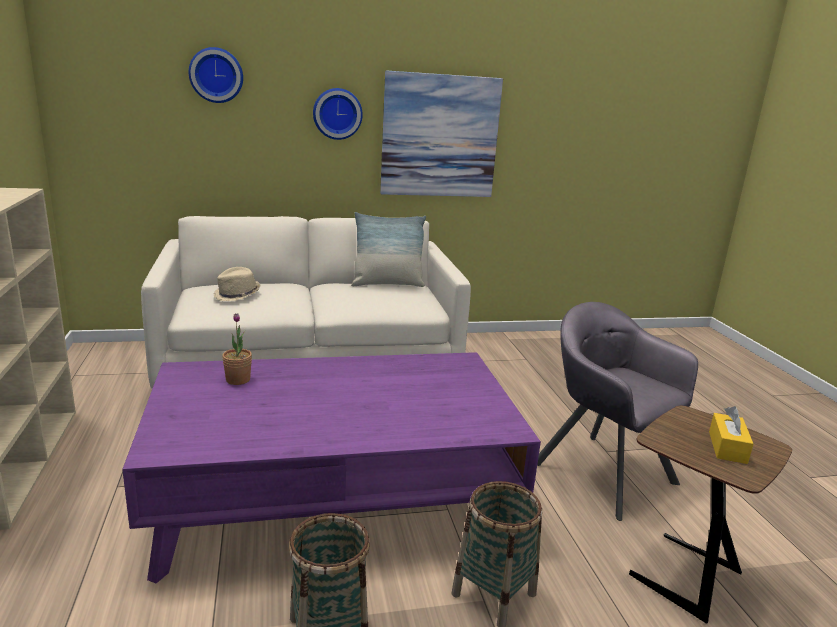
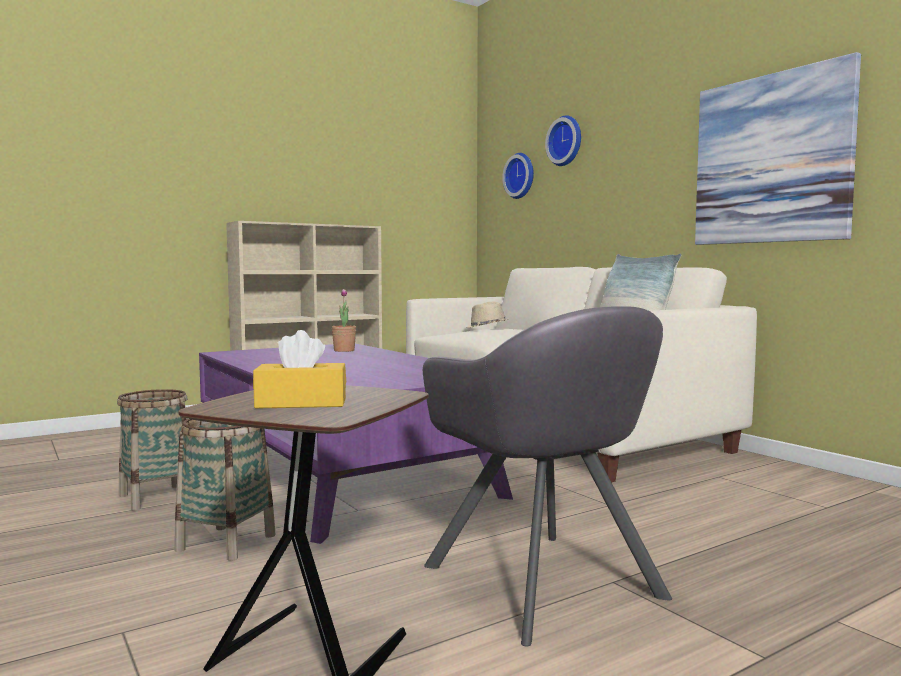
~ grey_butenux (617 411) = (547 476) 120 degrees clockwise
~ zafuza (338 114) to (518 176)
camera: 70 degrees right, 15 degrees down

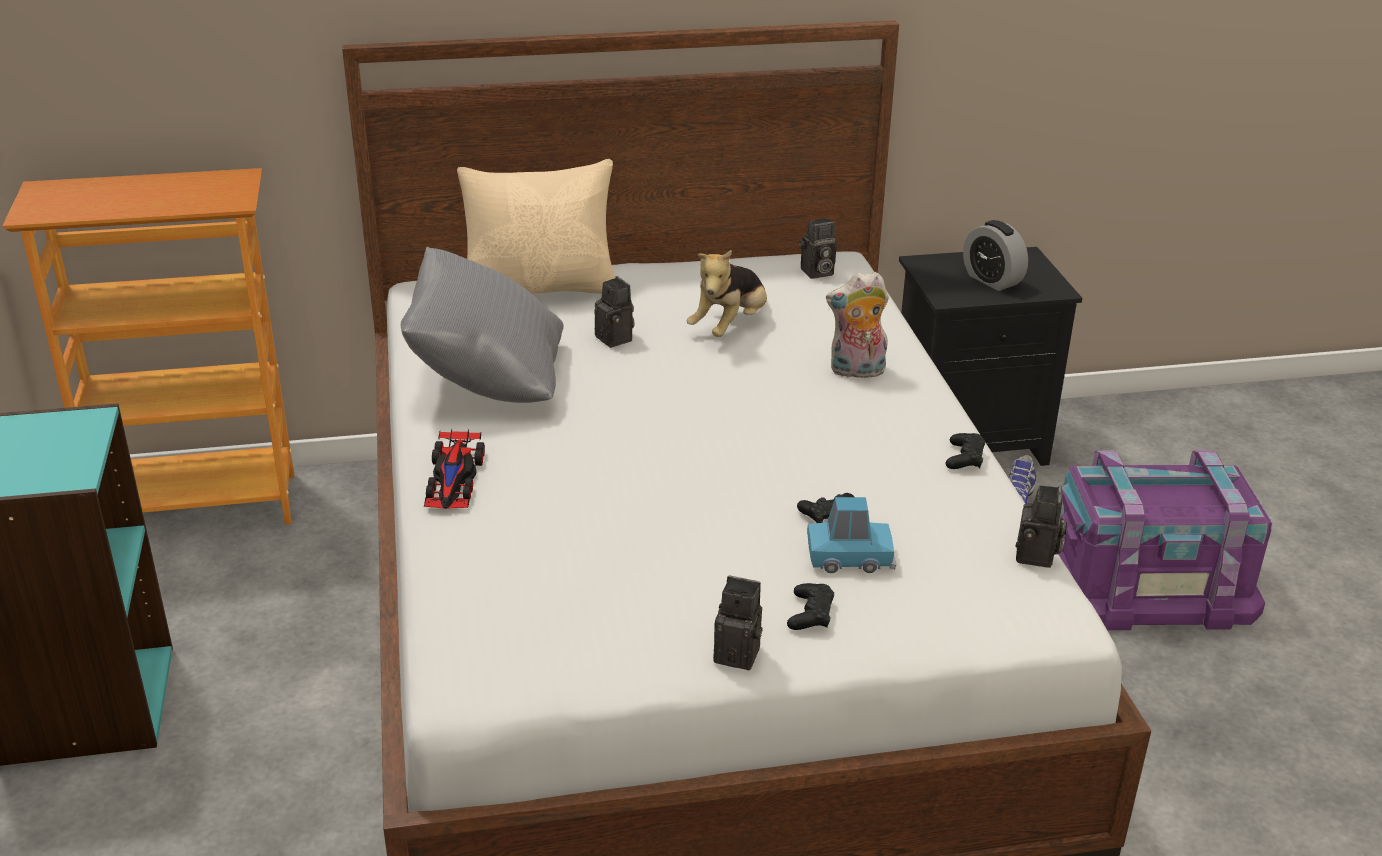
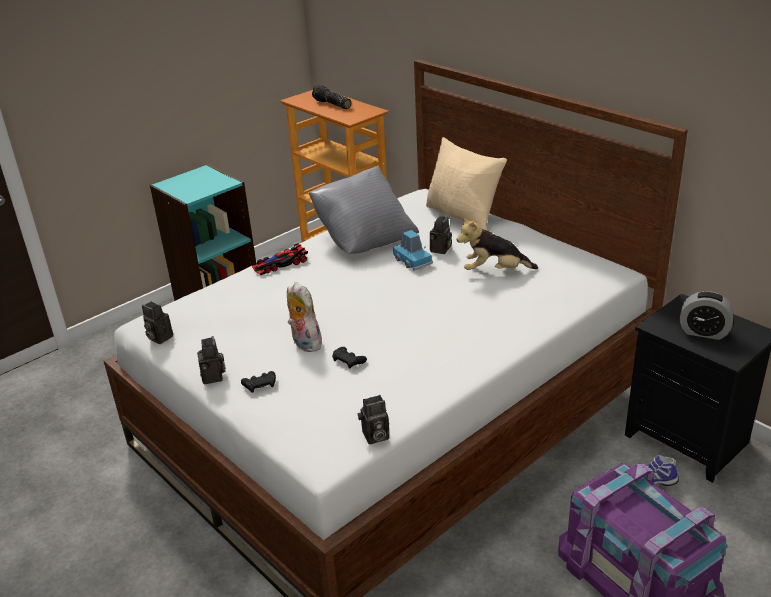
~ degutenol (818 248) to (157 322)
~ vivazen (857 326) to (306 317)
+ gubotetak (331 97)
~ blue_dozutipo (852 535) to (413 250)
~ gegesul (995 255) = (707 315) 90 degrees counterclockwise
- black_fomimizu (965 451)
camera: 60 degrees right, 0 degrees up

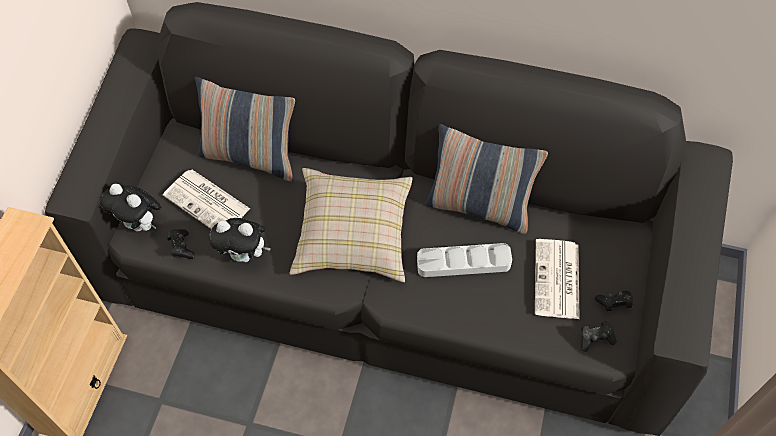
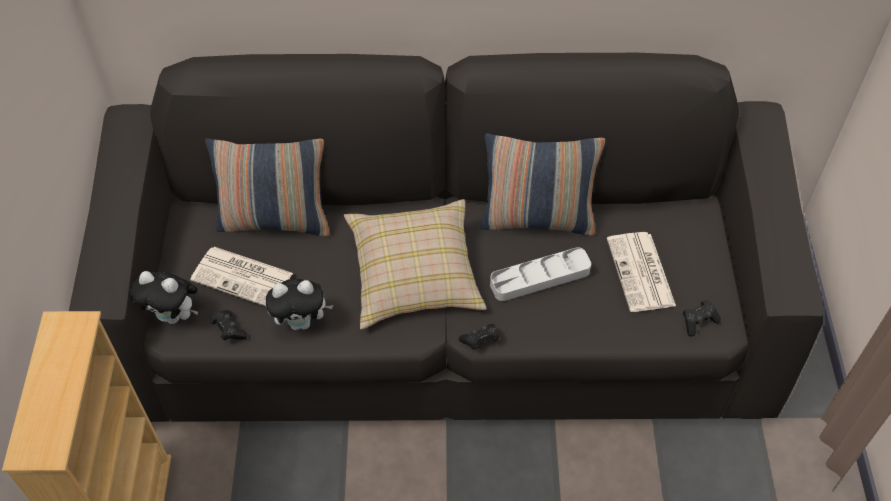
~ black_fomimizu (614 301) to (479 337)
camera: 15 degrees left, 5 degrees down

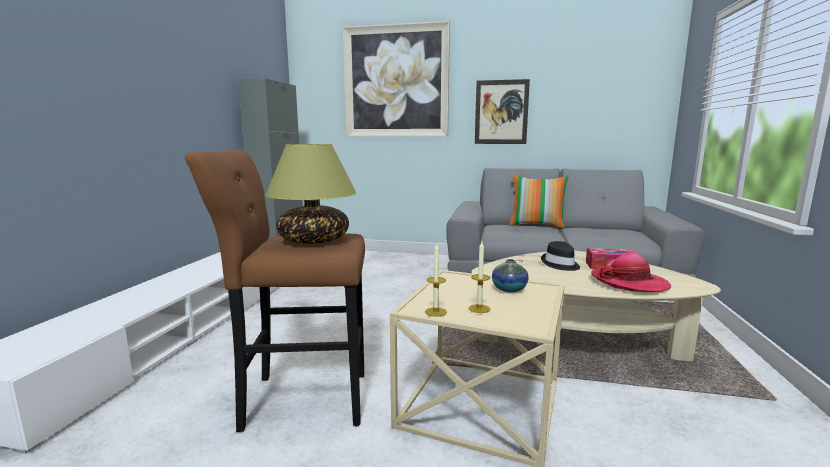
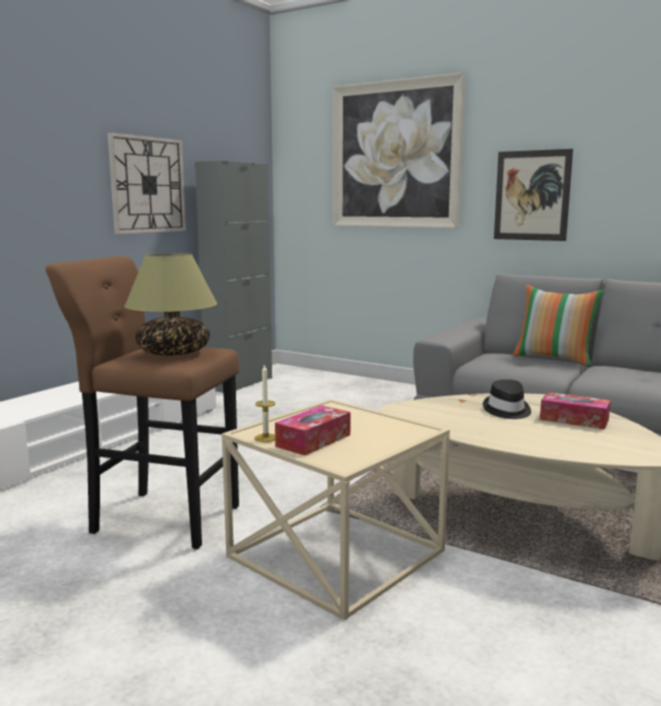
+ zafuza (146 183)
~ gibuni (479 277) to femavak (313 430)
- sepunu (510 276)
- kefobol (631 273)
camera: 20 degrees right, 0 degrees up

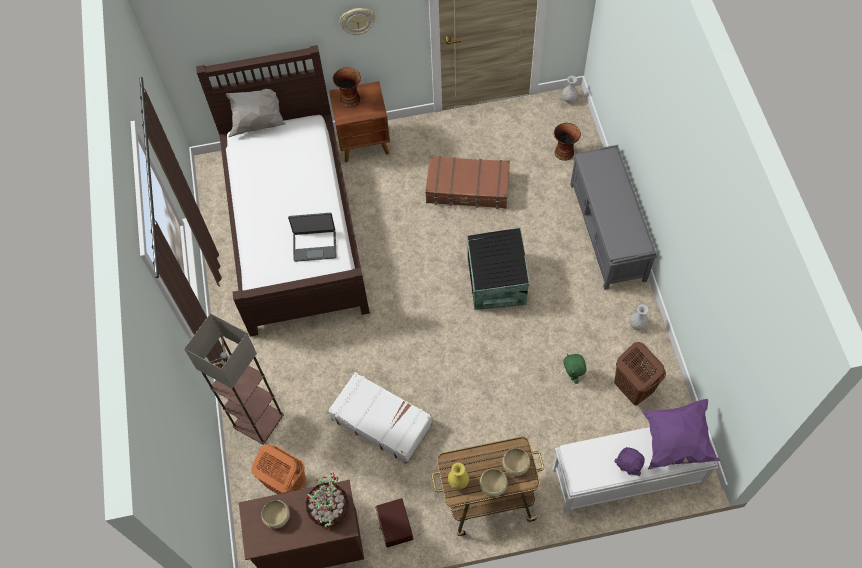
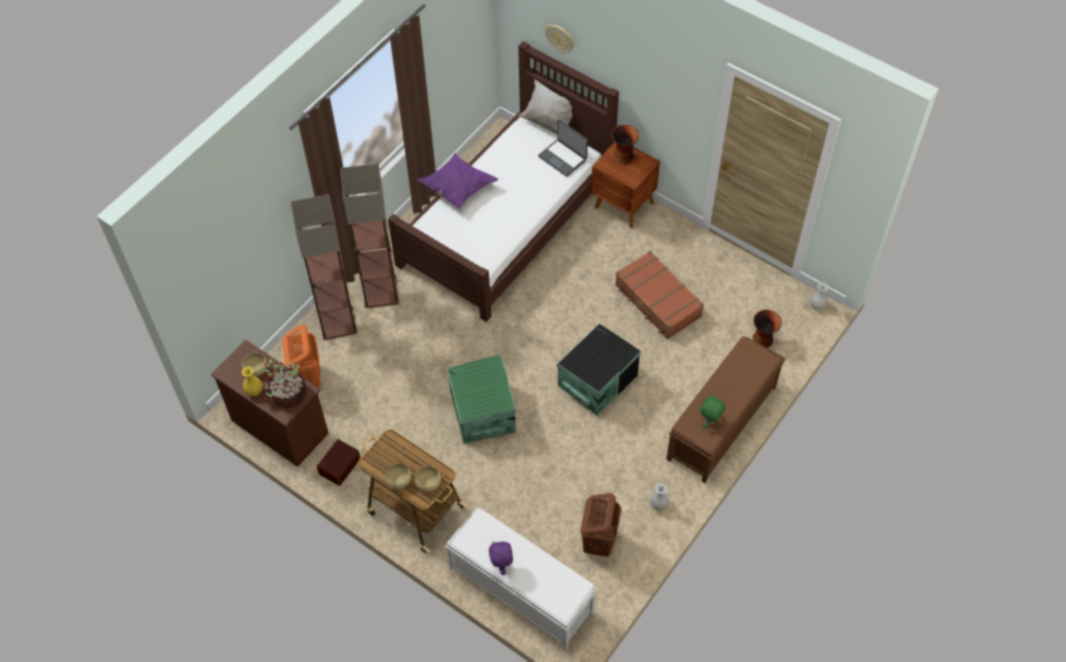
~ yellow_sepunu (458 476) to (252 381)
+ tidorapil (369 236)
~ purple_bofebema (680 434) to (458 181)
+ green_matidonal (481 399)
~ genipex (312 237) to (563 148)
~ zafuza (357 21) to (559 39)
~ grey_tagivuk (613 217) to brown_tagivuk (725 410)
~ green_vivazen (575 369) to (712 411)
- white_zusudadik (380 418)
camera: 45 degrees right, 5 degrees down

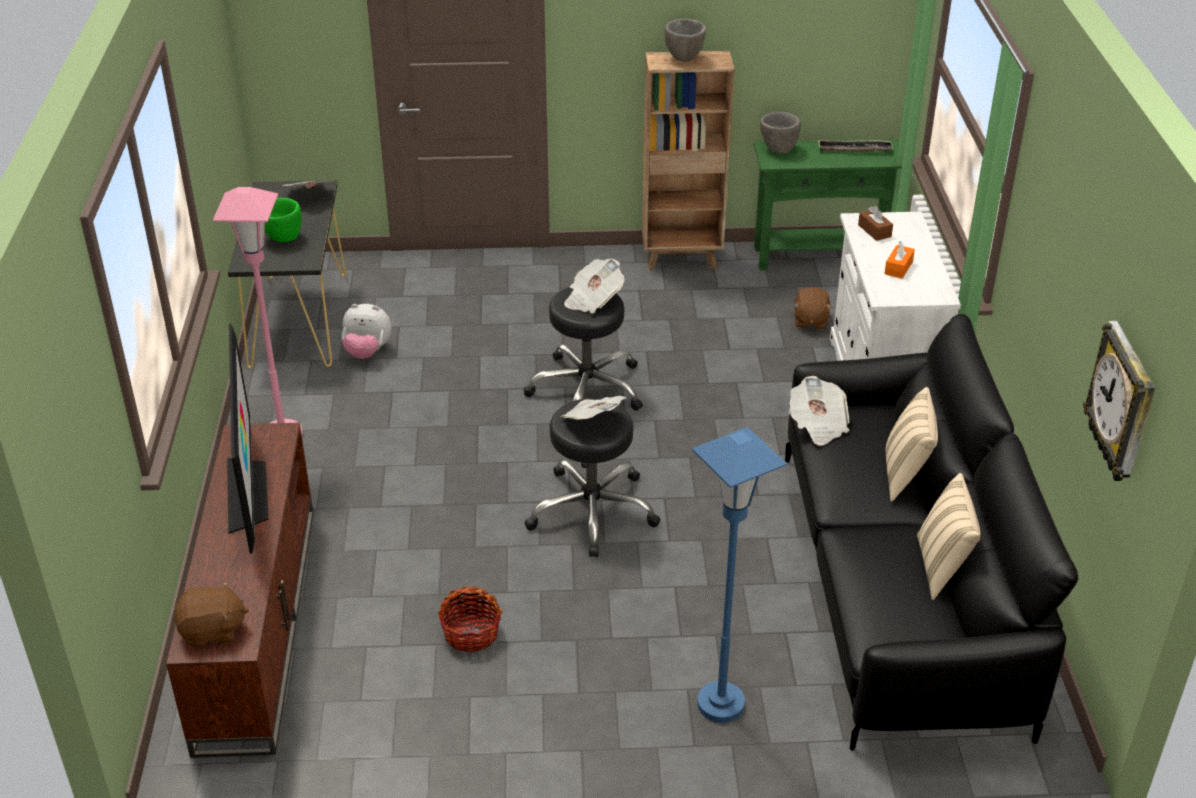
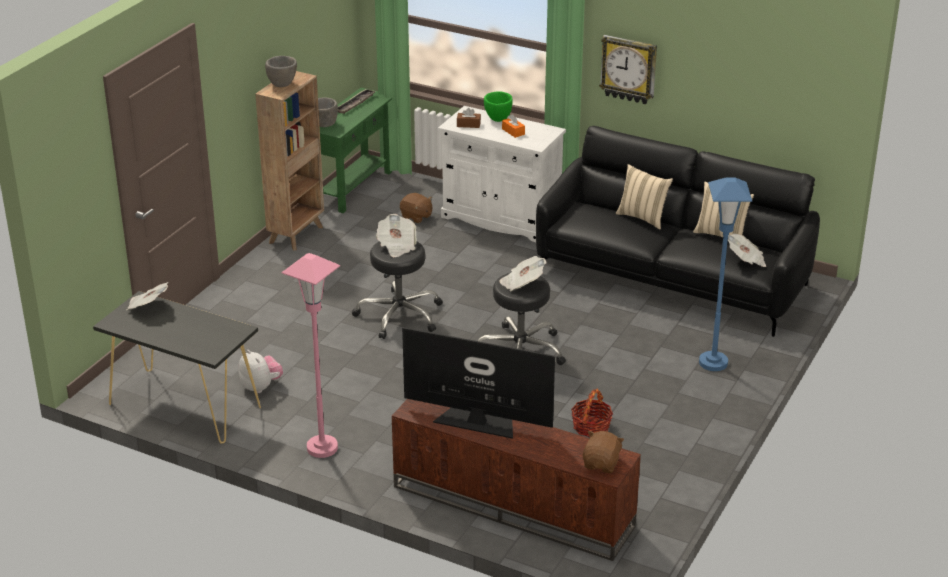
~ vivazen (366 331) = (260 371) 75 degrees counterclockwise
~ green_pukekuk (283 220) to (498 106)
~ zafuza (1119 401) to (628 69)
~ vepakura (819 411) to (747 250)
camera: 60 degrees left, 5 degrees down

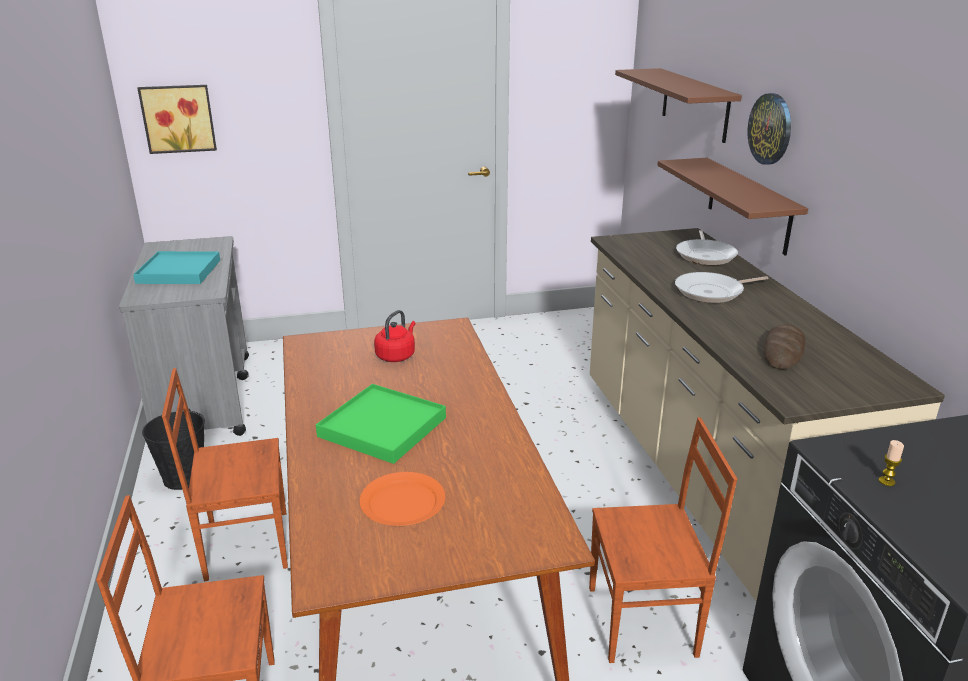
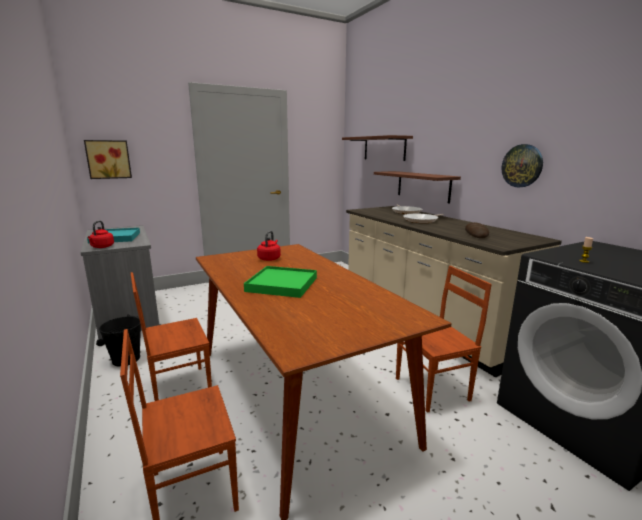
+ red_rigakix (101 234)
~ zafuza (769 129) to (522 165)
- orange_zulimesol (402 499)
camera: 15 degrees left, 10 degrees down

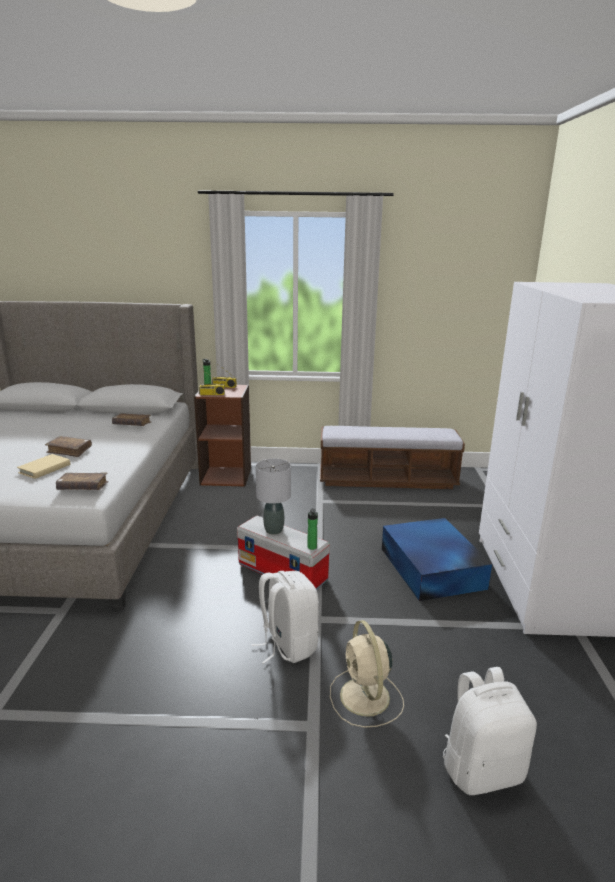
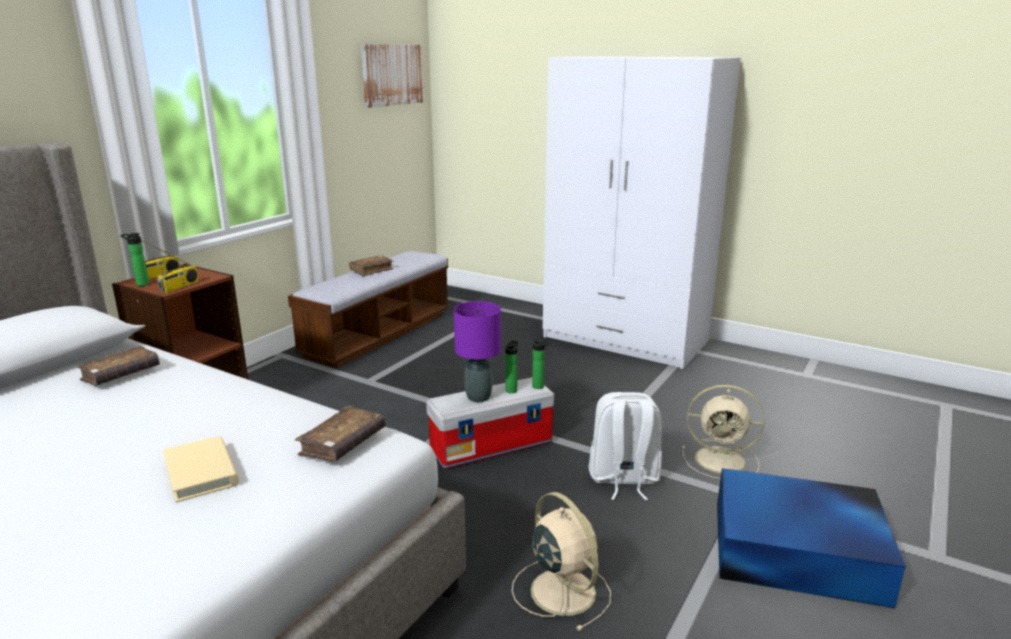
~ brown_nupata (68 446) to (371 265)
+ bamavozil (392 76)
~ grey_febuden (273 497) to purple_febuden (477 351)
+ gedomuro (511 367)
+ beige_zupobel (561 561)
~ blue_matidonal (437 559) to (811 538)
- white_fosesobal (490 731)
camera: 60 degrees left, 0 degrees up

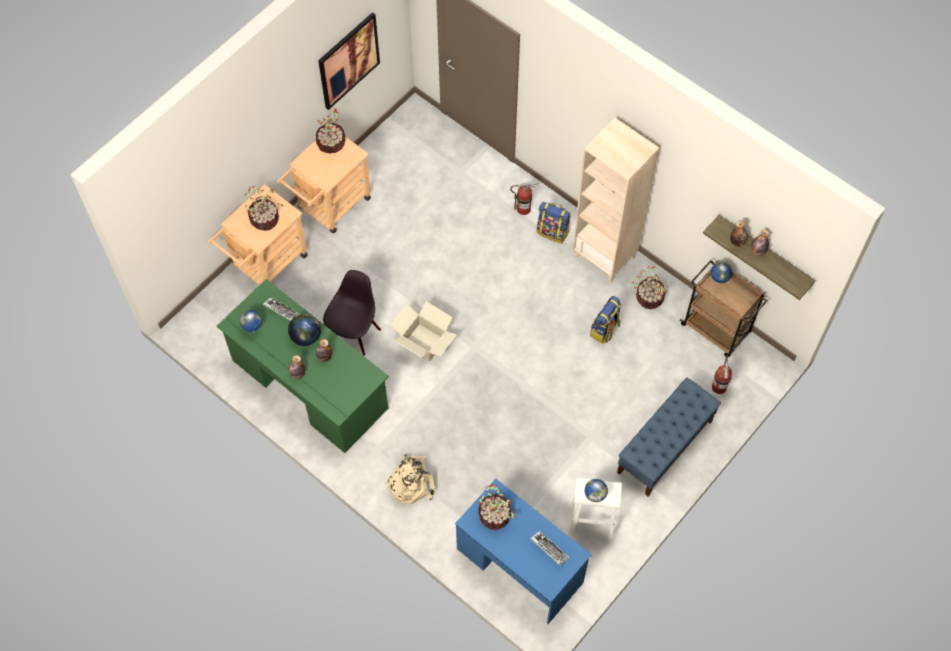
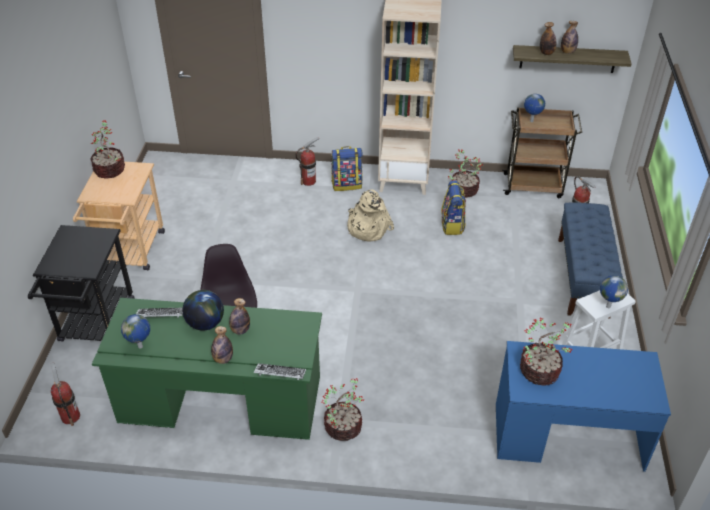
~ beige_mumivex (257 234) to black_mumivex (81 283)
+ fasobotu (65 394)
~ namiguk (550 548) to (280 371)
~ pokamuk (264 208) to (342 409)
~ beige_fosesobal (410 479) to (370 215)
- bamavozil (349 61)
- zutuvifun (424 331)
camera: 35 degrees left, 20 degrees down

